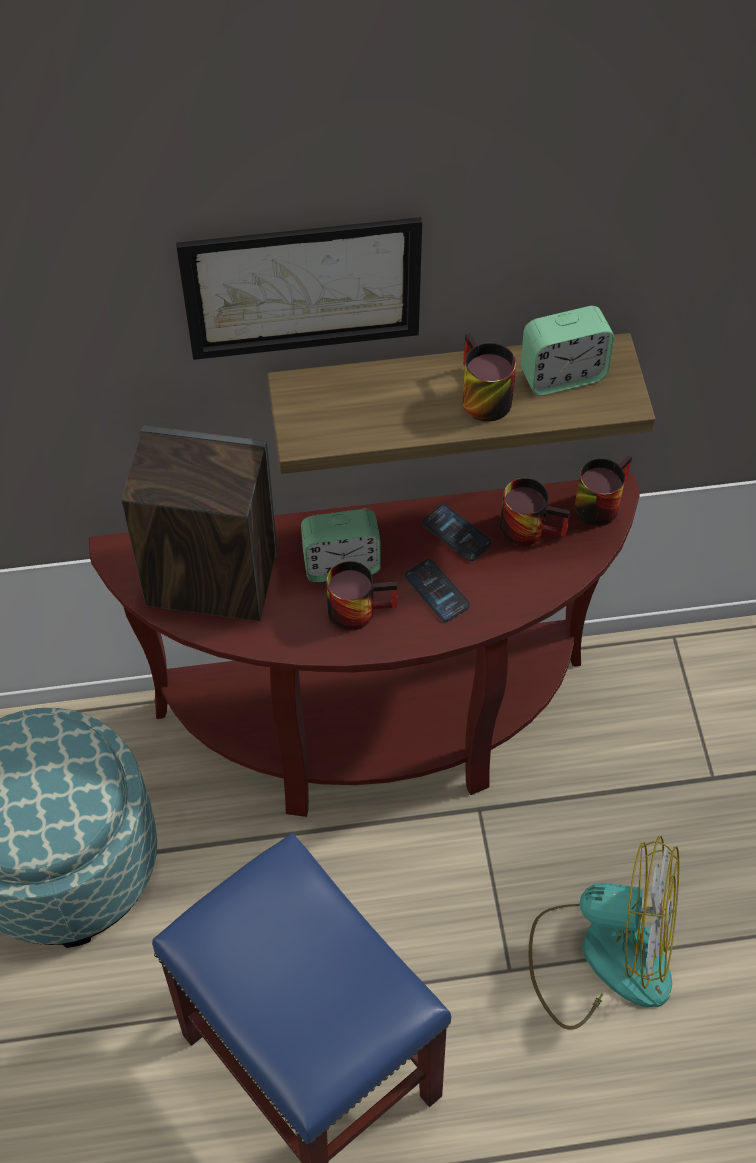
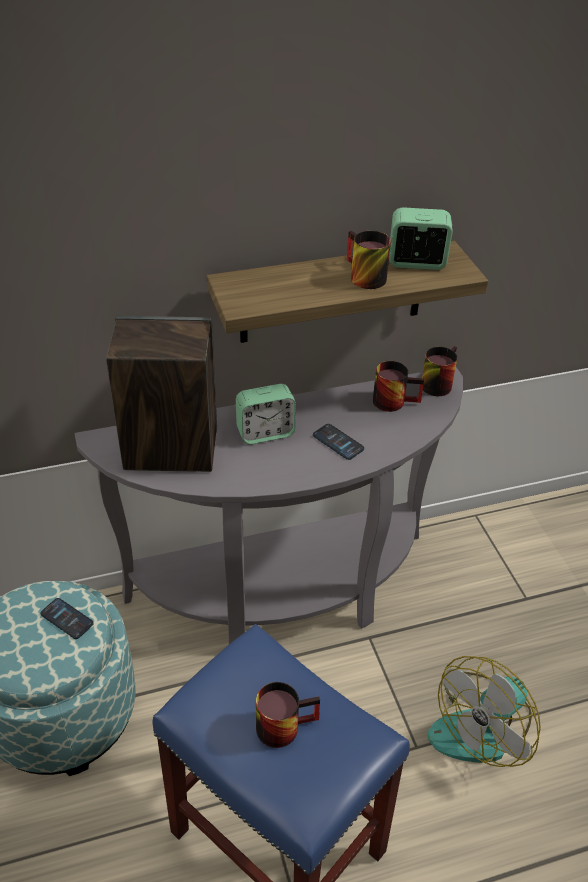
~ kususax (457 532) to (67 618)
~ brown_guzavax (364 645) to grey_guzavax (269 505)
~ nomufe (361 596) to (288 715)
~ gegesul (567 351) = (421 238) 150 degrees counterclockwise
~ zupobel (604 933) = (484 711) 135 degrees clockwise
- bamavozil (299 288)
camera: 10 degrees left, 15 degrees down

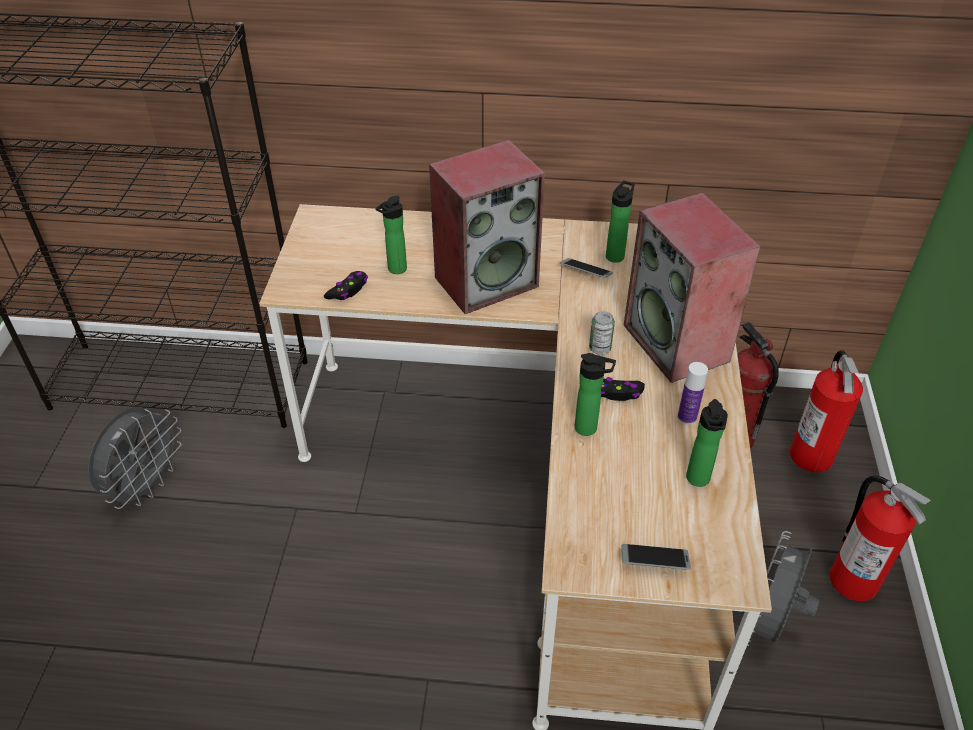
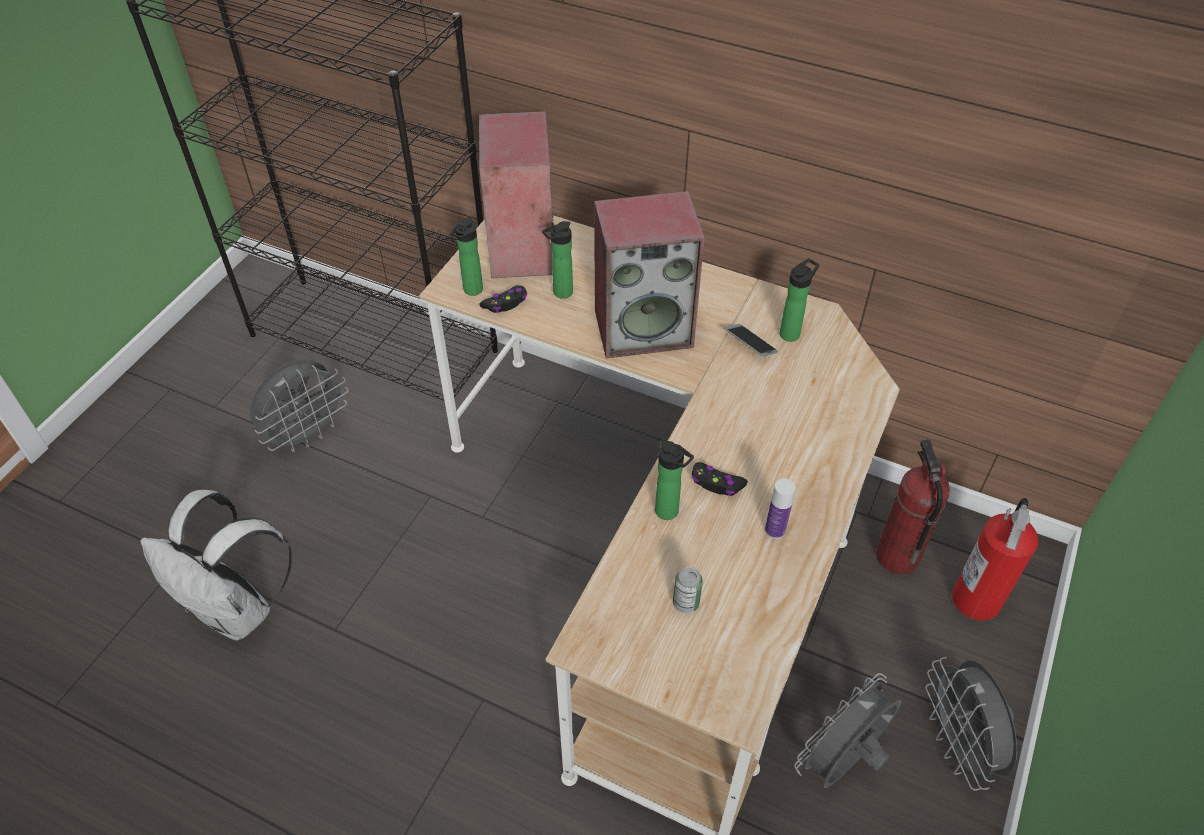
+ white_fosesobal (216 565)
~ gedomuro (707 443) to (466 256)
~ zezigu (692 287) to (516 194)
~ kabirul (602 333) to (688 590)
~ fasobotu (880 538) to grey_zupobel (971 724)
- kususax (656 557)
camera: 20 degrees right, 5 degrees up

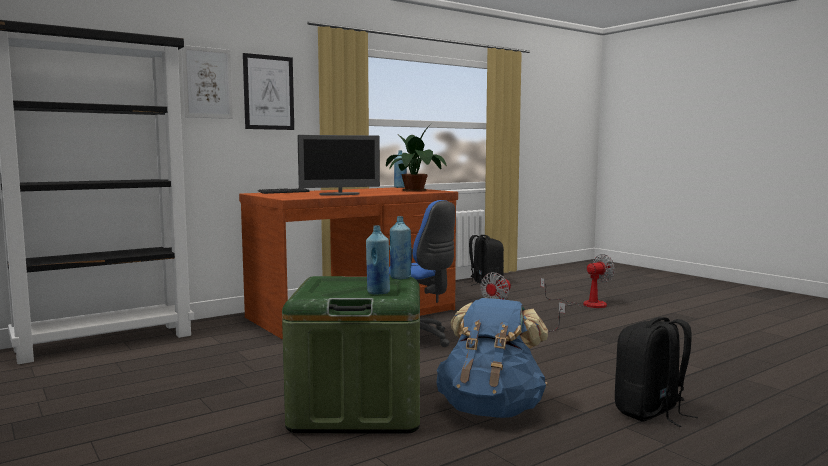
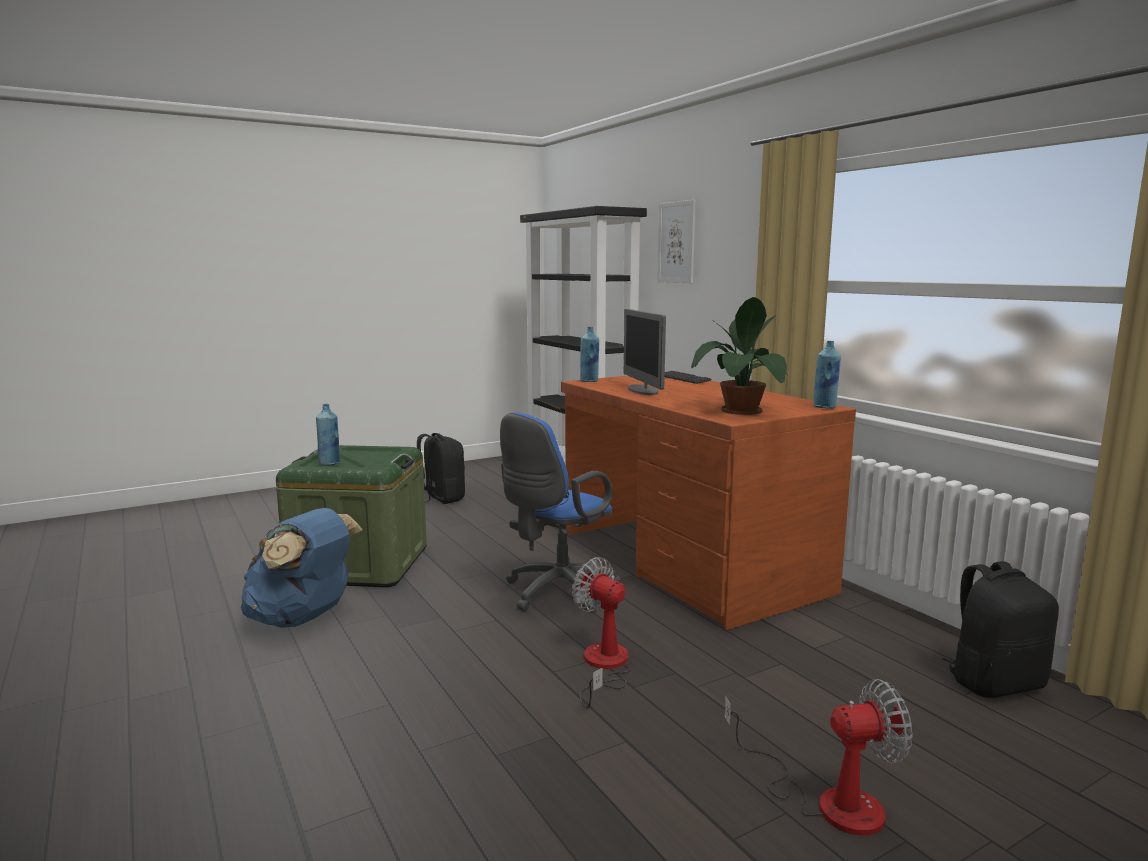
~ black_fosesobal (656 372) to (441 468)
~ blue_gedomuro (401 247) to (589 354)
~ zupobel (577 281) = (819 757) 75 degrees counterclockwise
- bamavozil (268 91)
camera: 95 degrees right, 5 degrees up

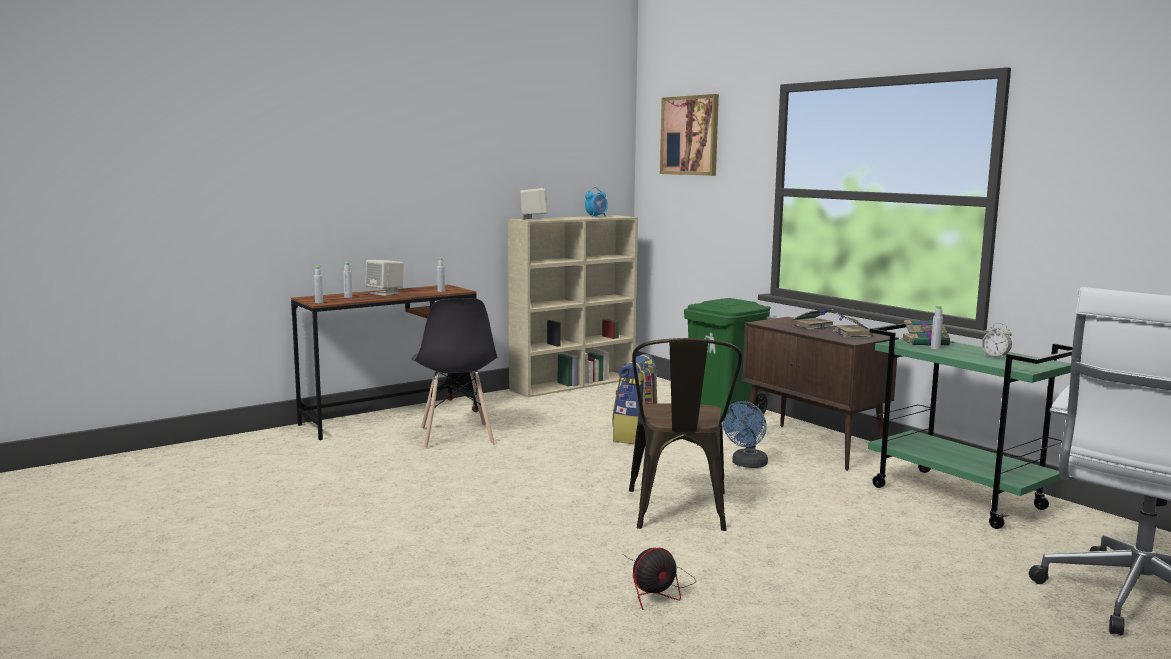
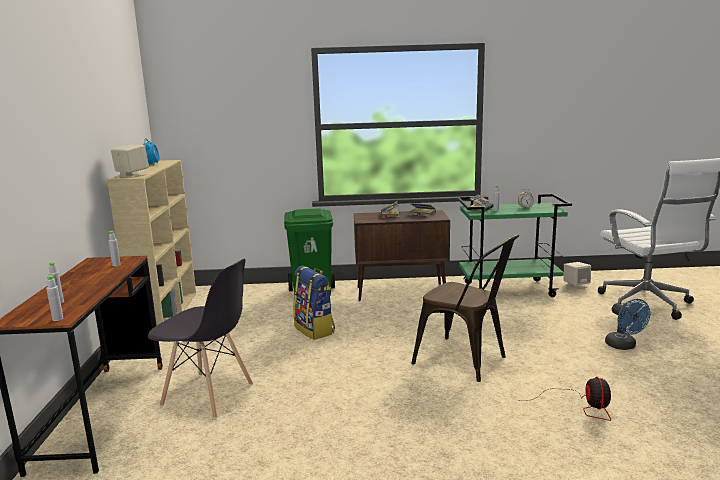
~ beige_zezigu (384 278) to (577 276)
~ blue_zupobel (745 434) to (627 324)
- bamavozil (689 135)
camera: 55 degrees left, 5 degrees up

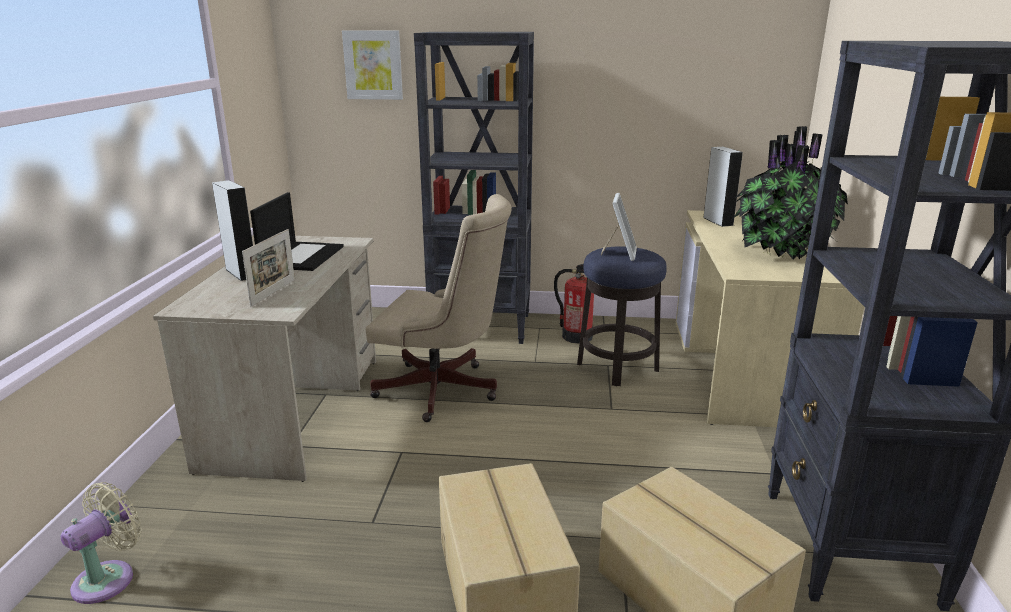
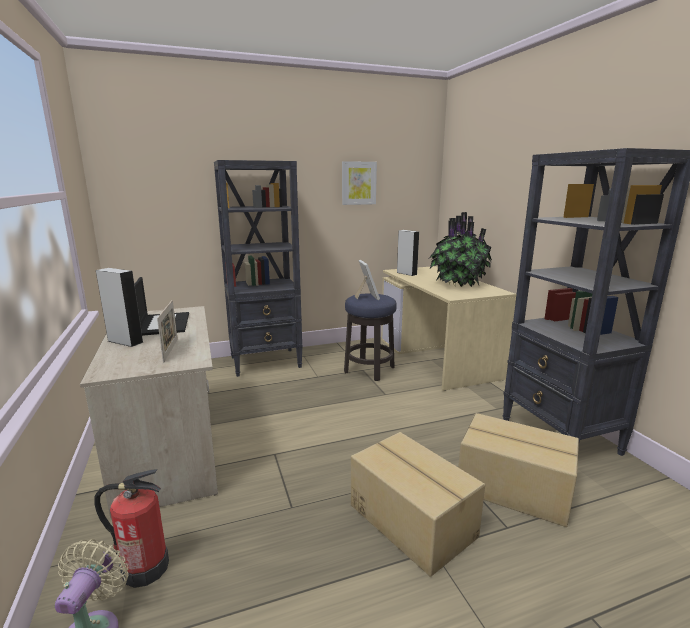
~ fasobotu (574 304) to (131 528)
~ bamavozil (372 65) to (359 183)
- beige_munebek (439 308)
camera: 25 degrees left, 5 degrees down

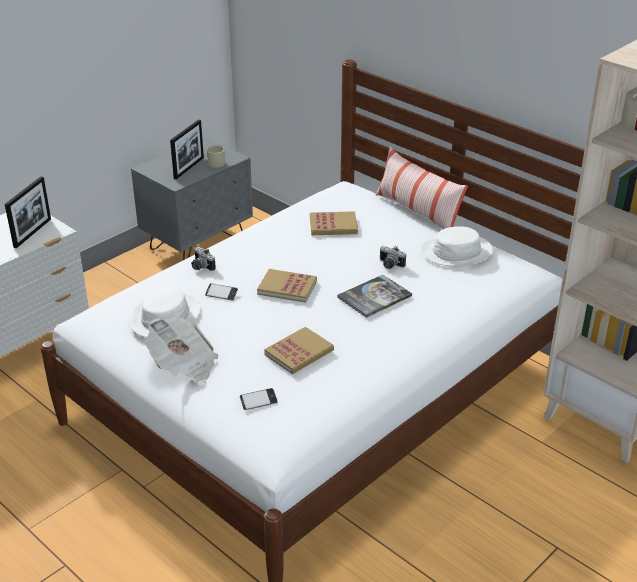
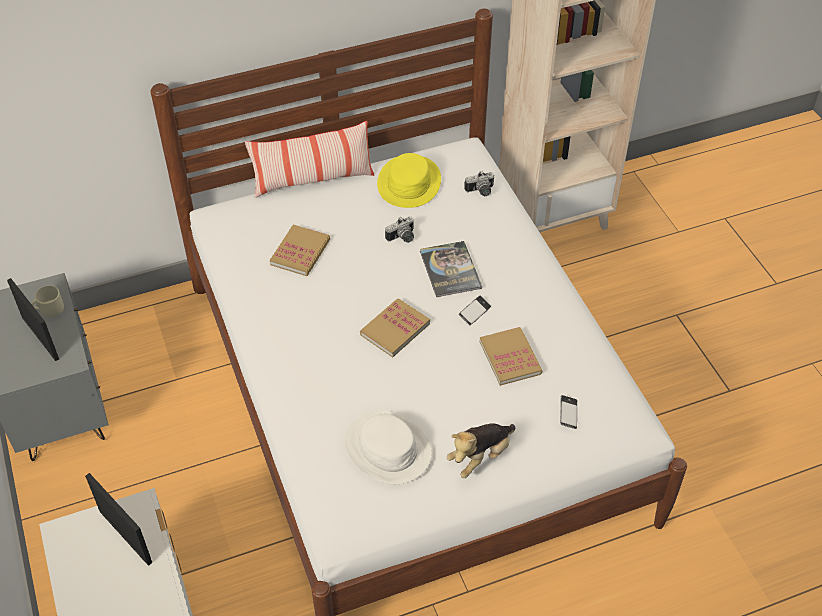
~ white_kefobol (457 246) to yellow_kefobol (409 180)
~ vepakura (182 350) to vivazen (481 450)
~ kususax (221 291) to (475 310)
~ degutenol (203 259) to (479 183)
camera: 65 degrees left, 15 degrees up

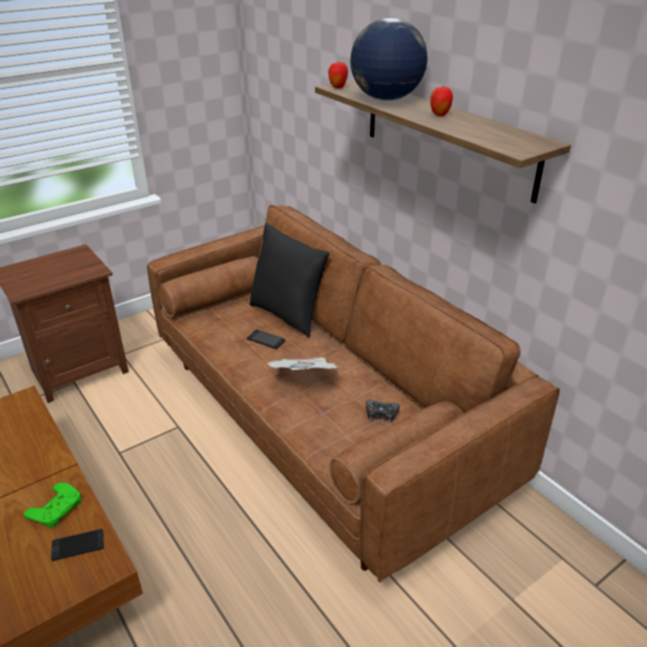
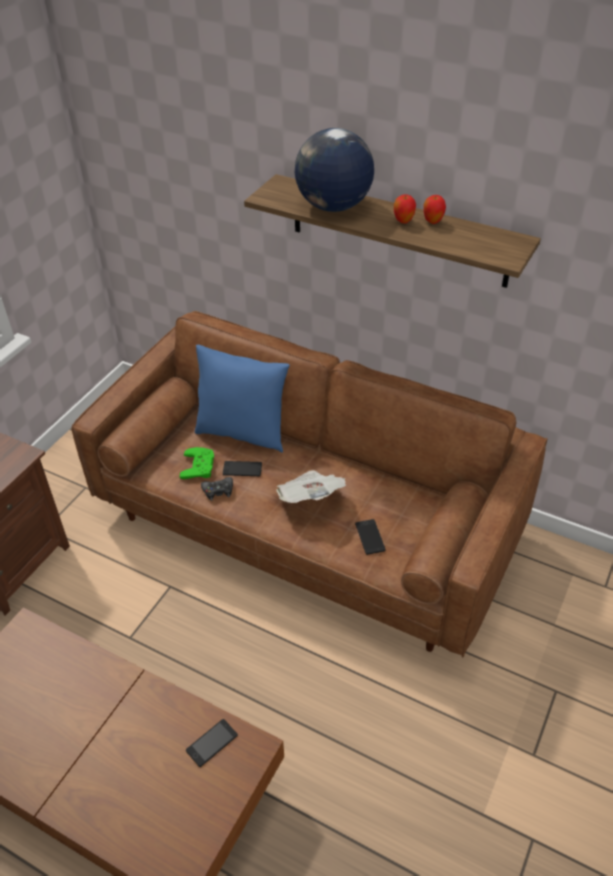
~ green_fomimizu (52 505) to (197 463)
~ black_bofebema (290 280) to blue_bofebema (242 399)
~ black_fomimizu (383 411) to (217 489)
+ kususax (370 537)
~ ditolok (338 74) to (435 209)
camera: 25 degrees left, 10 degrees up

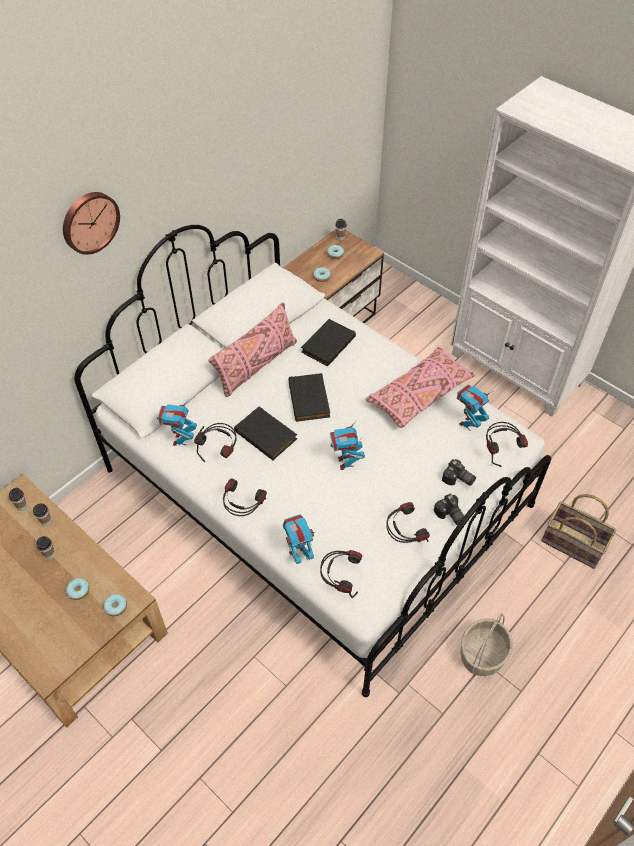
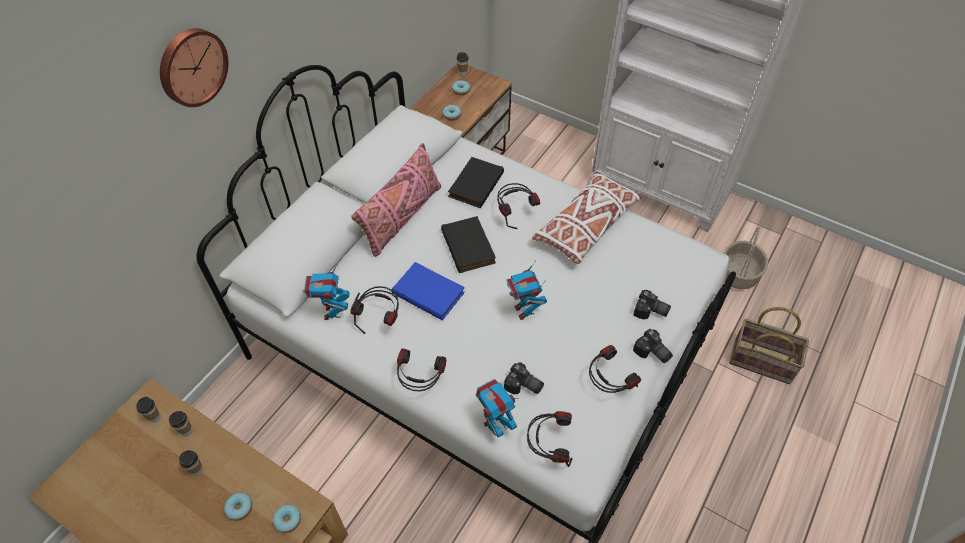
~ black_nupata (265 433) to blue_nupata (428 291)
~ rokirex (507 444) to (518 206)
+ degutenol (524 378)
~ pink_bofebema (420 387) to white_bofebema (587 218)
~ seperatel (486 644) to (746 258)
- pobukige (475 407)
camera: 10 degrees left, 0 degrees up

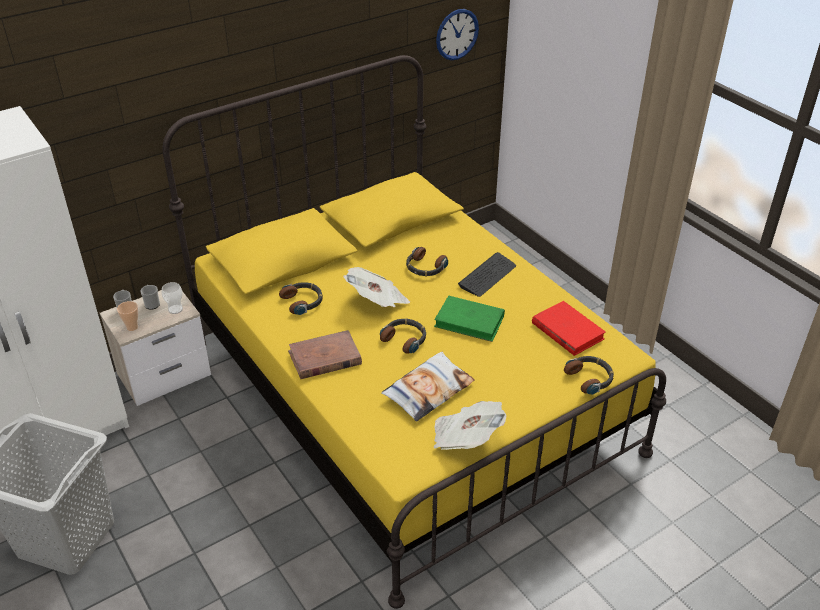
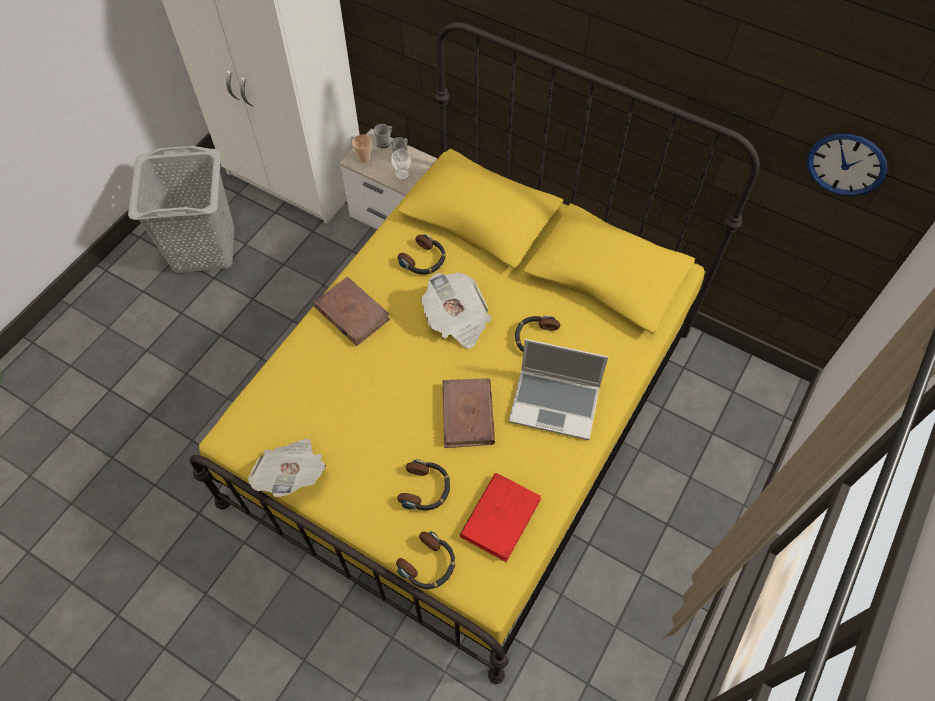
~ rokirex (403 336) to (423 485)
~ green_nupata (469 319) to brown_nupata (468 413)
~ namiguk (487 274) to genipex (558 389)
- bofebema (428 386)
camera: 65 degrees right, 20 degrees up

